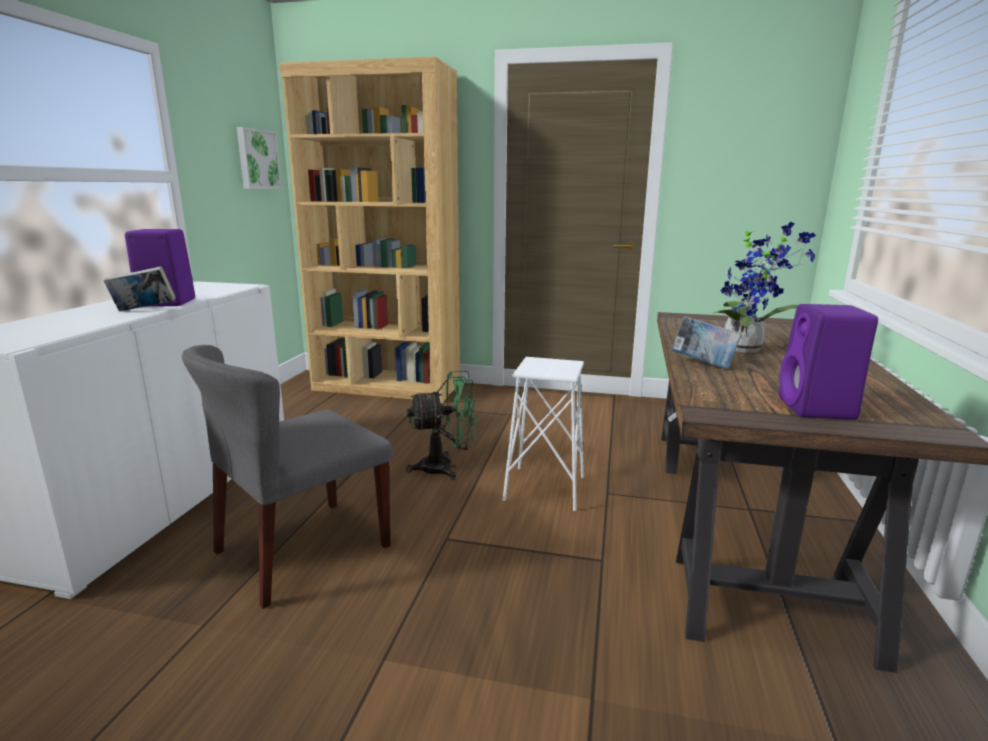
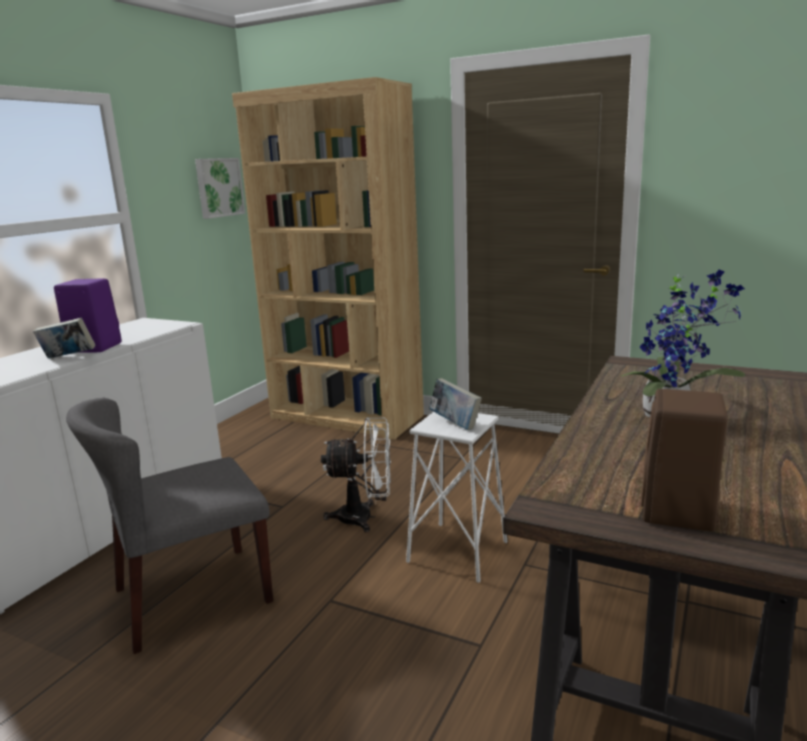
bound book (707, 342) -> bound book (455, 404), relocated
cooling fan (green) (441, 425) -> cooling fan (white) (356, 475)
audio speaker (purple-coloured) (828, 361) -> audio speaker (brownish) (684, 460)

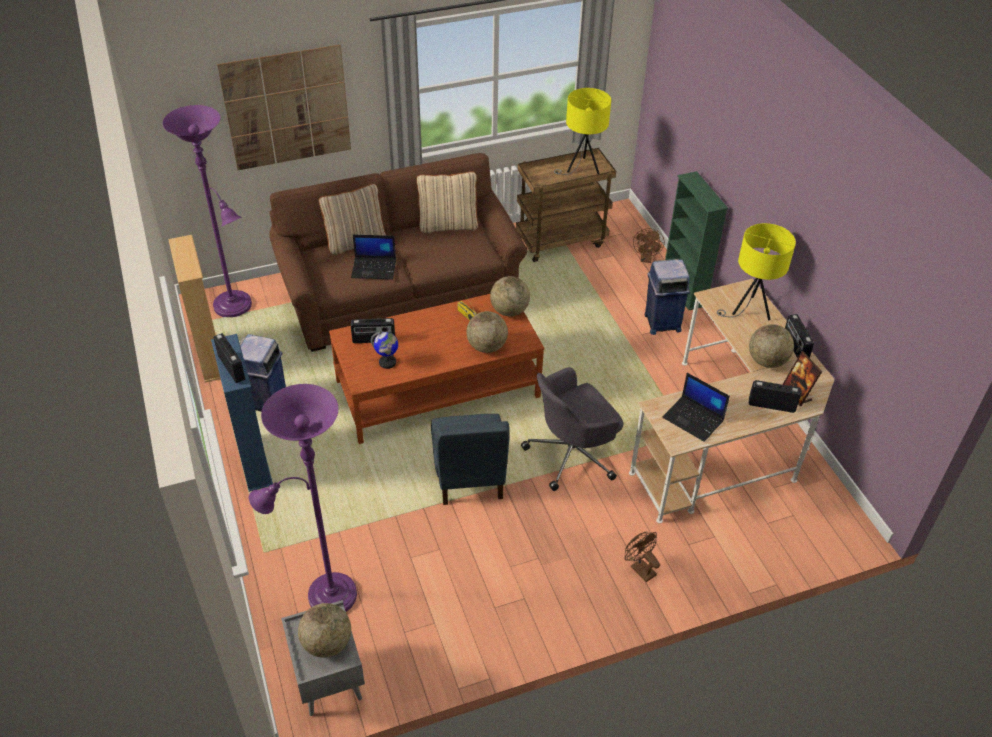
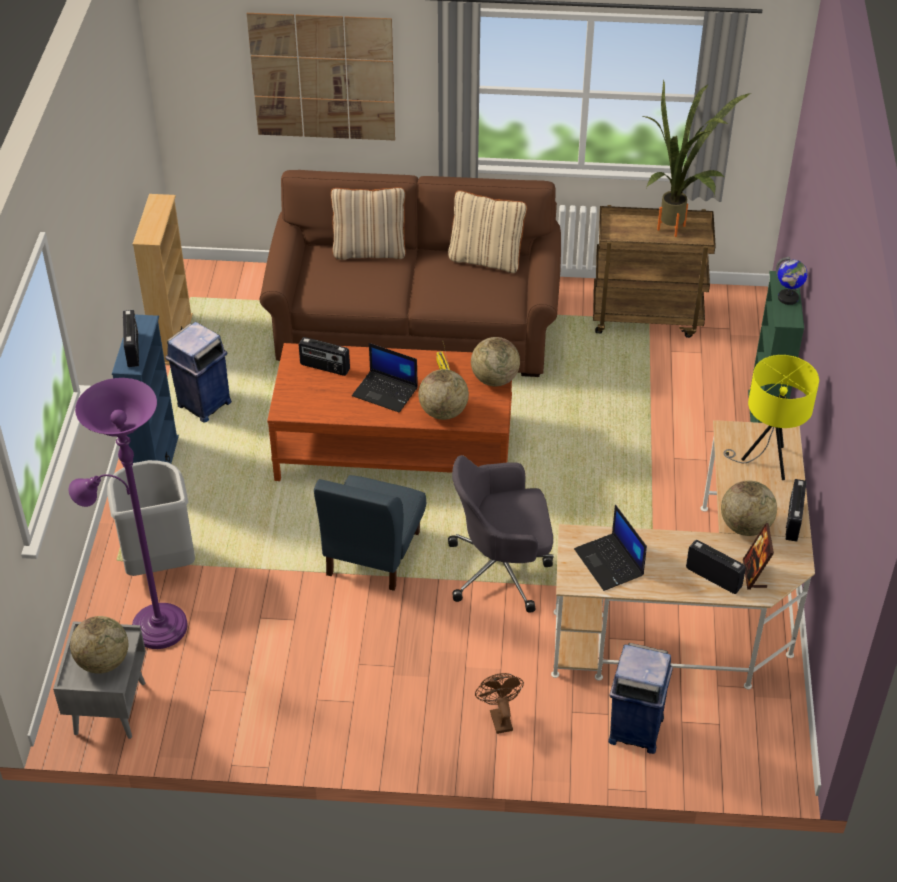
standard lamp (purple-coloured) (207, 211) -> none
cooling fan (brownish) (649, 245) -> none
none -> trash can (gray) (151, 518)
laptop (373, 257) -> laptop (385, 378), relocated
globe (384, 350) -> globe (792, 281), relocated
trash can (blue-coloured) (667, 297) -> trash can (blue-coloured) (640, 698), relocated
tabletop lamp (yellow-coloured) (582, 131) -> houseplant (697, 158)

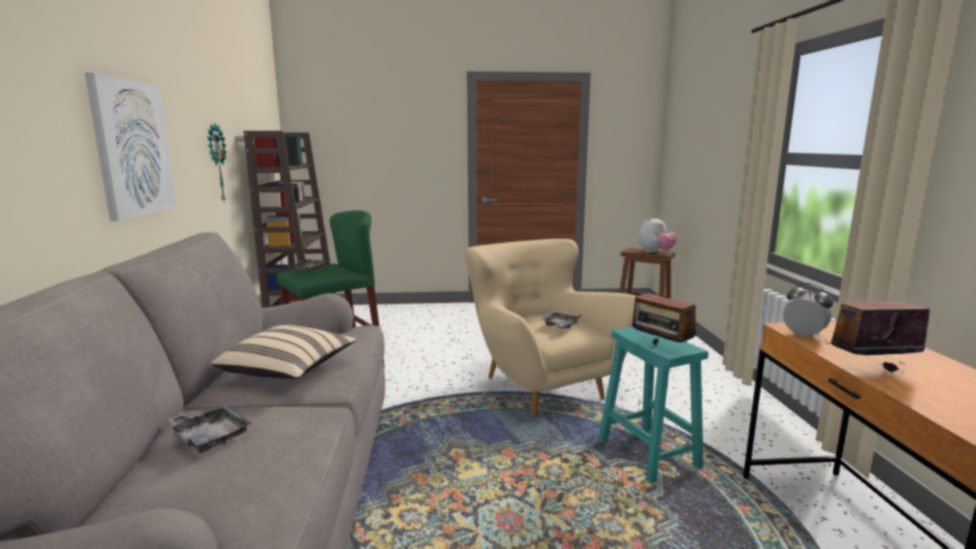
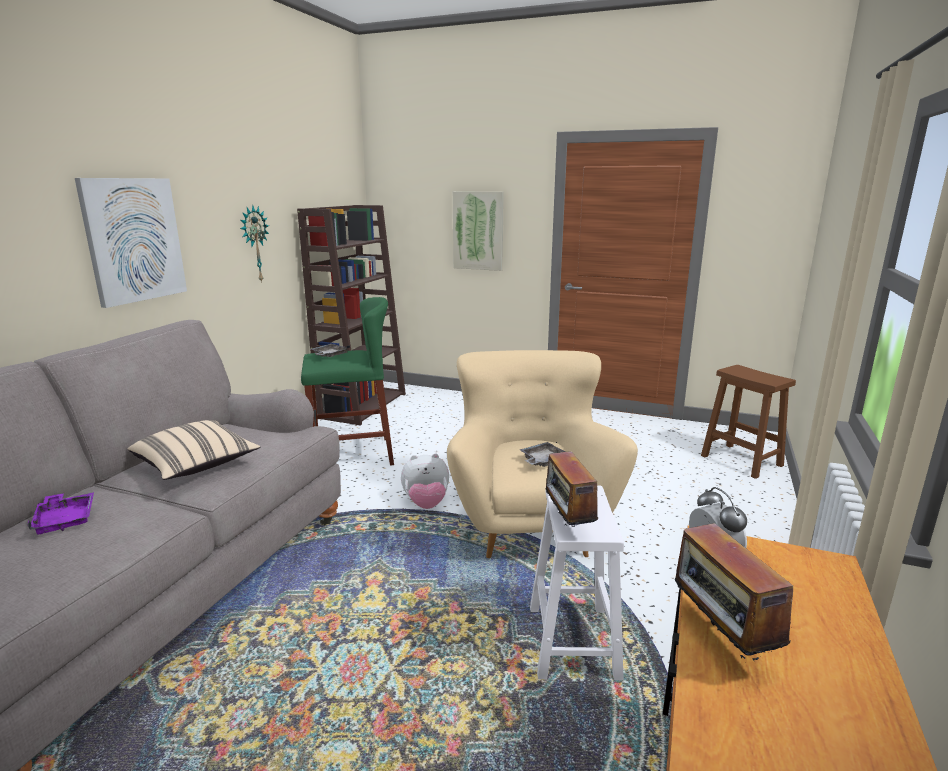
none -> picture (478, 231)
plush toy (657, 235) -> plush toy (425, 481), relocated
serving tray (gray) (209, 428) -> serving tray (purple-coloured) (60, 513)
stool (turquoise) (653, 405) -> stool (white) (577, 582)
radio set (877, 327) -> radio set (734, 588), 120 degrees counterclockwise

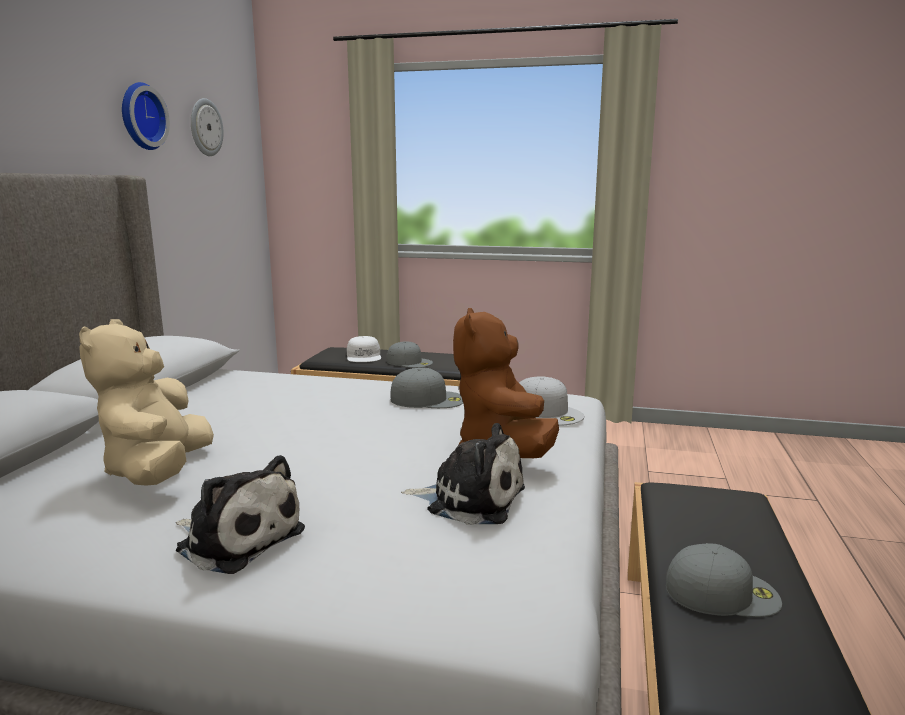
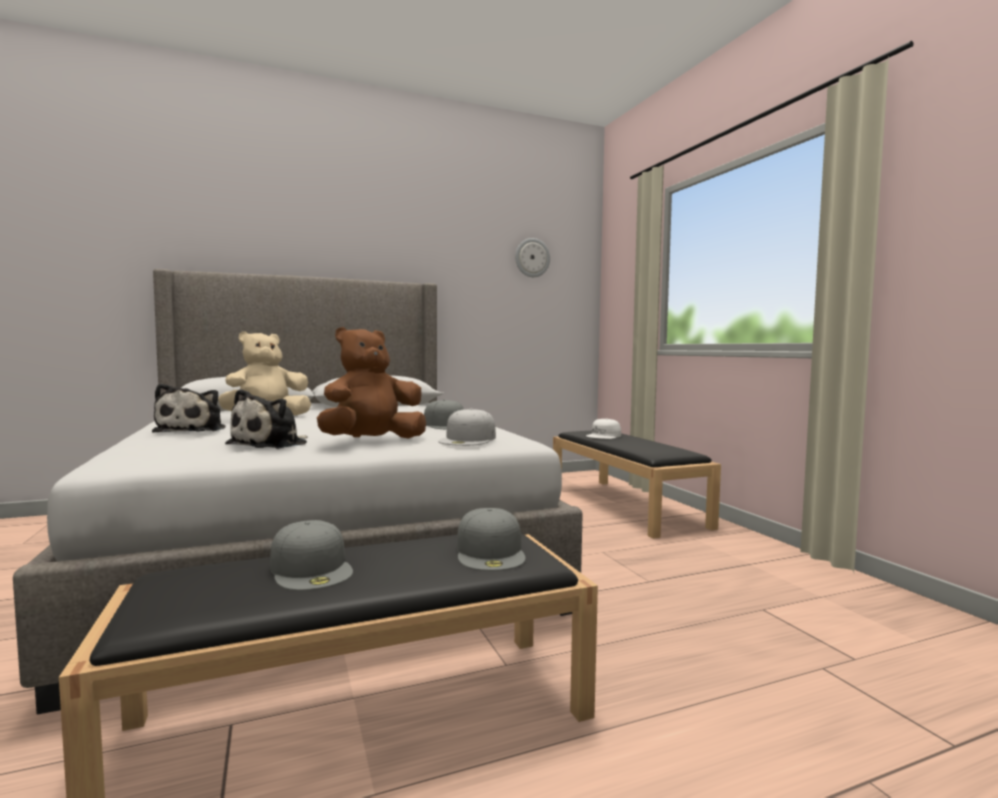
clock on the wall (146, 116) -> none
peaked cap (gray) (410, 355) -> peaked cap (gray) (491, 539), relocated
plush toy (463, 474) -> plush toy (266, 419), 45 degrees clockwise

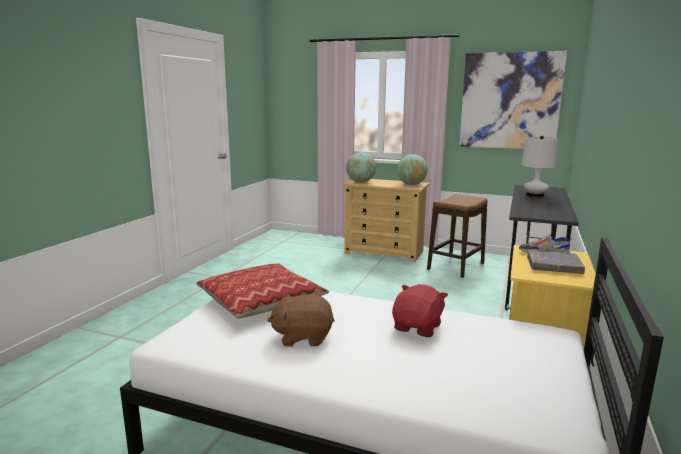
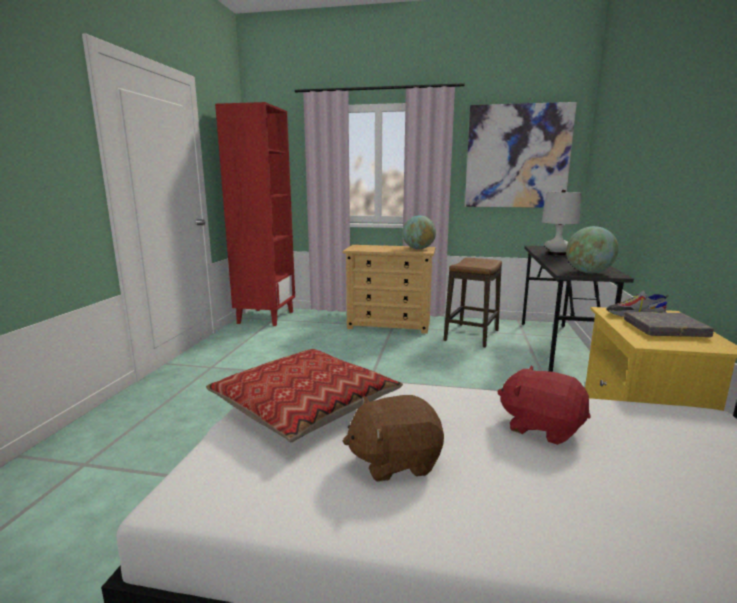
none -> bookcase (red-coloured) (255, 214)
globe (361, 168) -> globe (592, 249), relocated
plush toy (red-coloured) (420, 310) -> plush toy (red-coloured) (544, 405), 75 degrees counterclockwise

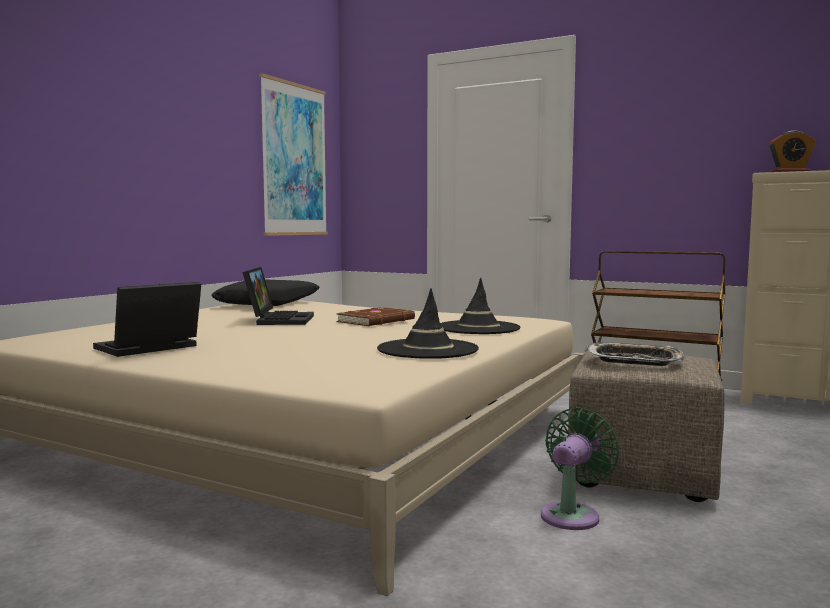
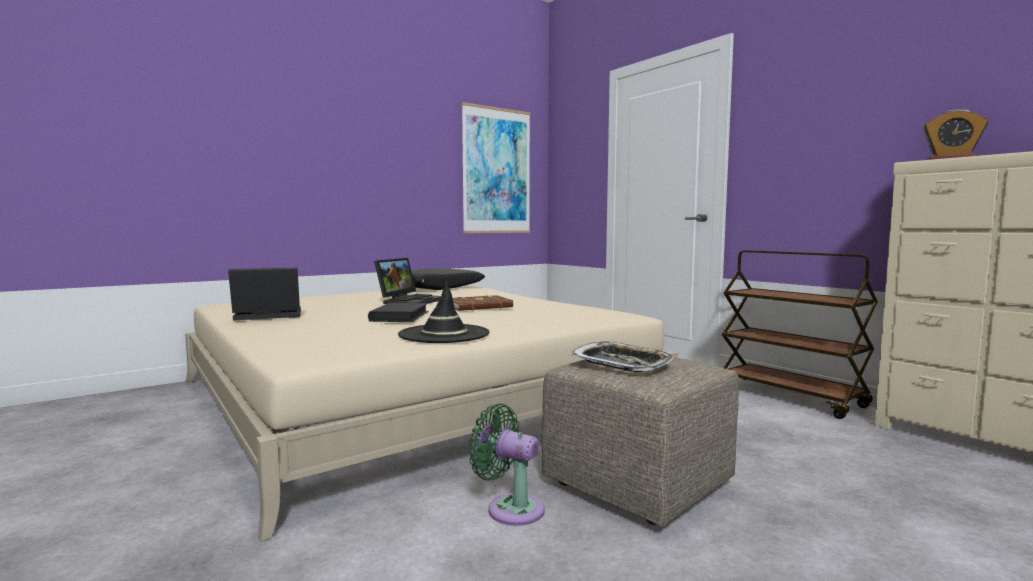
wearable hat (blackish) (480, 305) -> none
none -> bound book (blackish) (398, 312)
cooling fan (green) (580, 468) -> cooling fan (green) (507, 464), 120 degrees counterclockwise

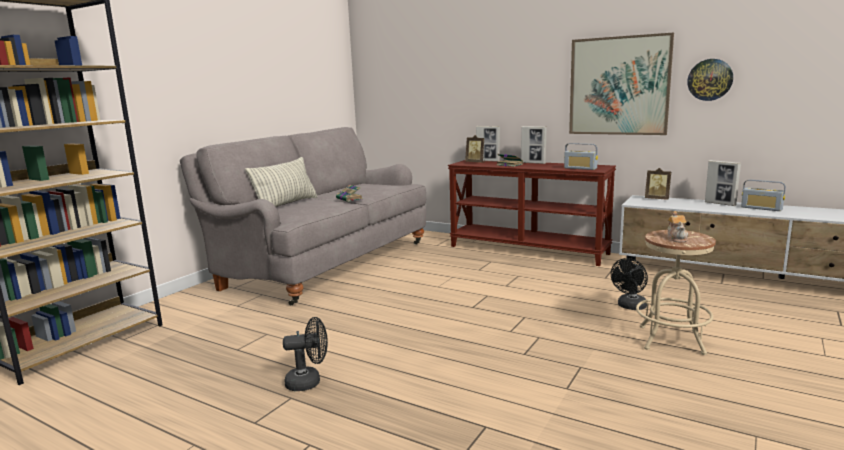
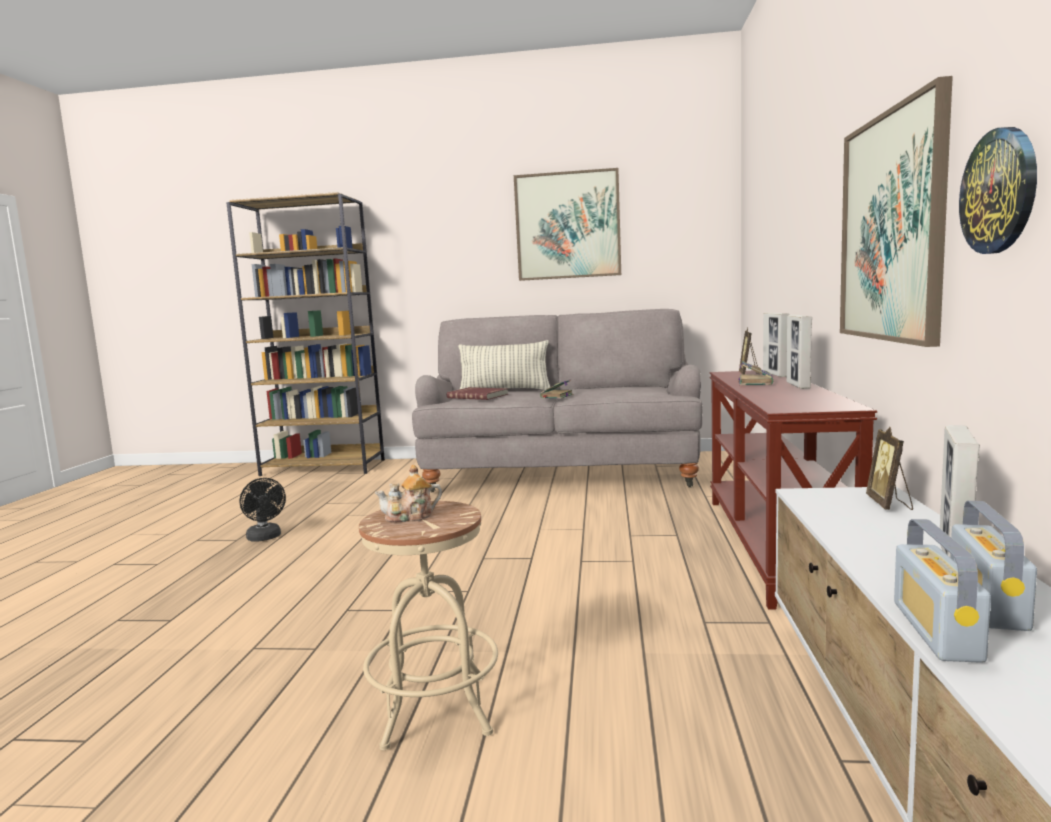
cooling fan (blackish) (629, 284) -> none
none -> bound book (red-coloured) (477, 393)
none -> picture (567, 224)
radio set (581, 156) -> radio set (942, 591), relocated

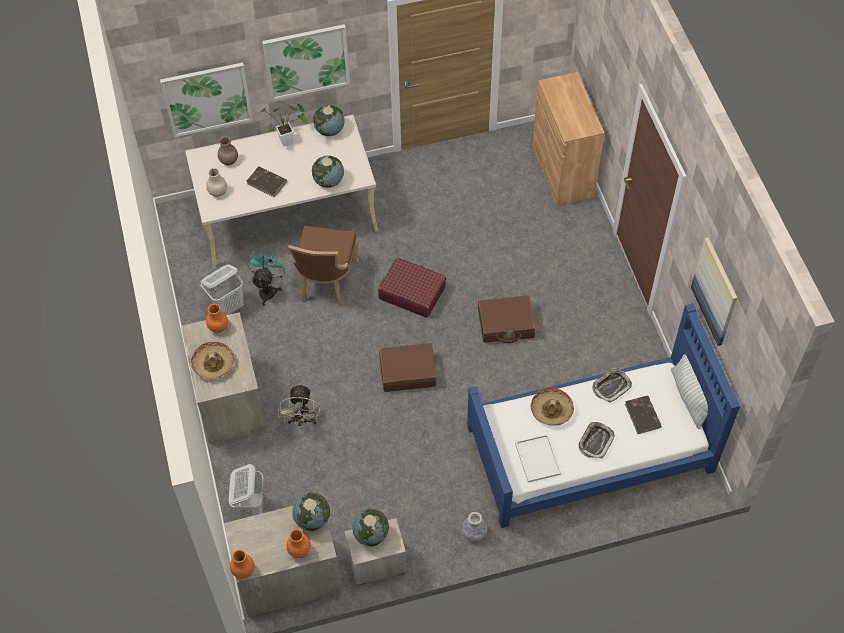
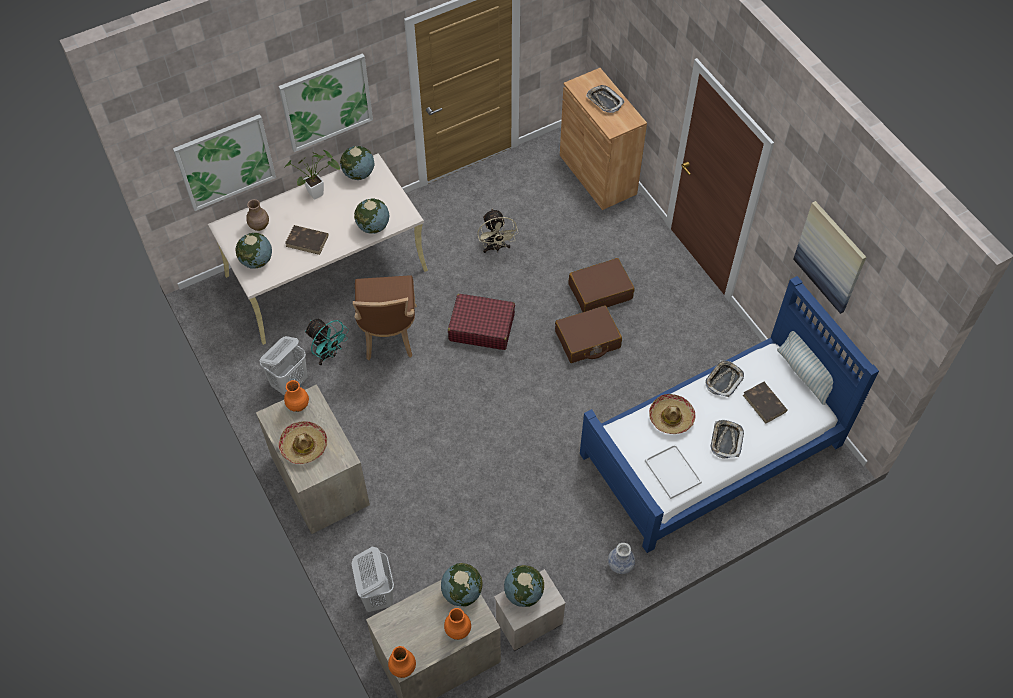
none -> serving tray (605, 99)
cooling fan (beige) (299, 405) -> cooling fan (beige) (497, 230), relocated
travel case (brownish) (408, 367) -> travel case (brownish) (601, 285), relocated
flower vase (beige) (216, 182) -> globe (254, 251)
cooling fan (turquoise) (267, 277) -> cooling fan (turquoise) (327, 342), 135 degrees clockwise

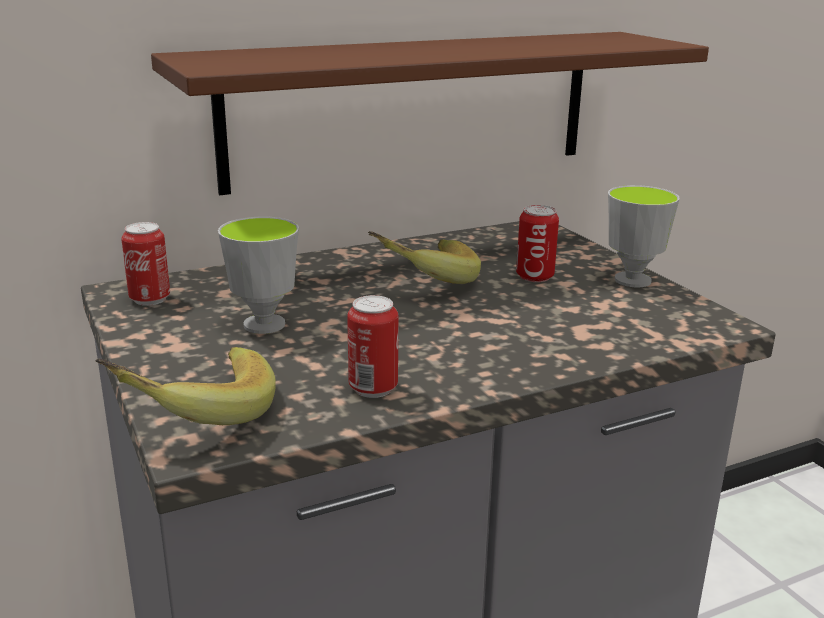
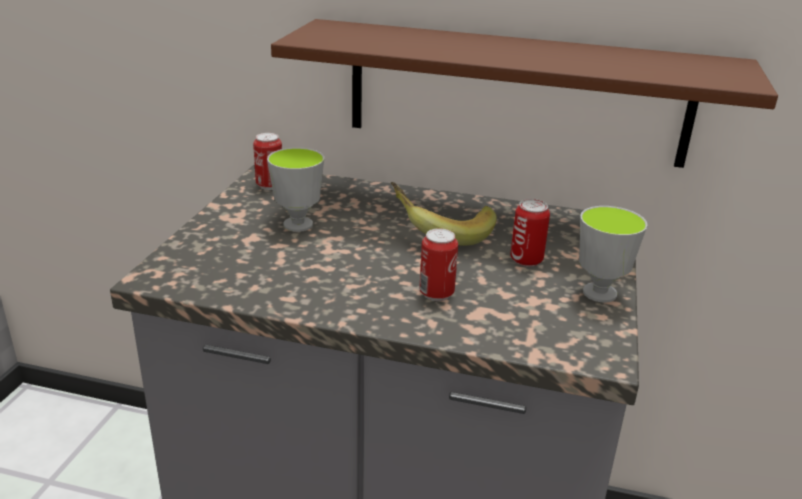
whole banana (185, 386) -> none
can (372, 346) -> can (438, 264), relocated

